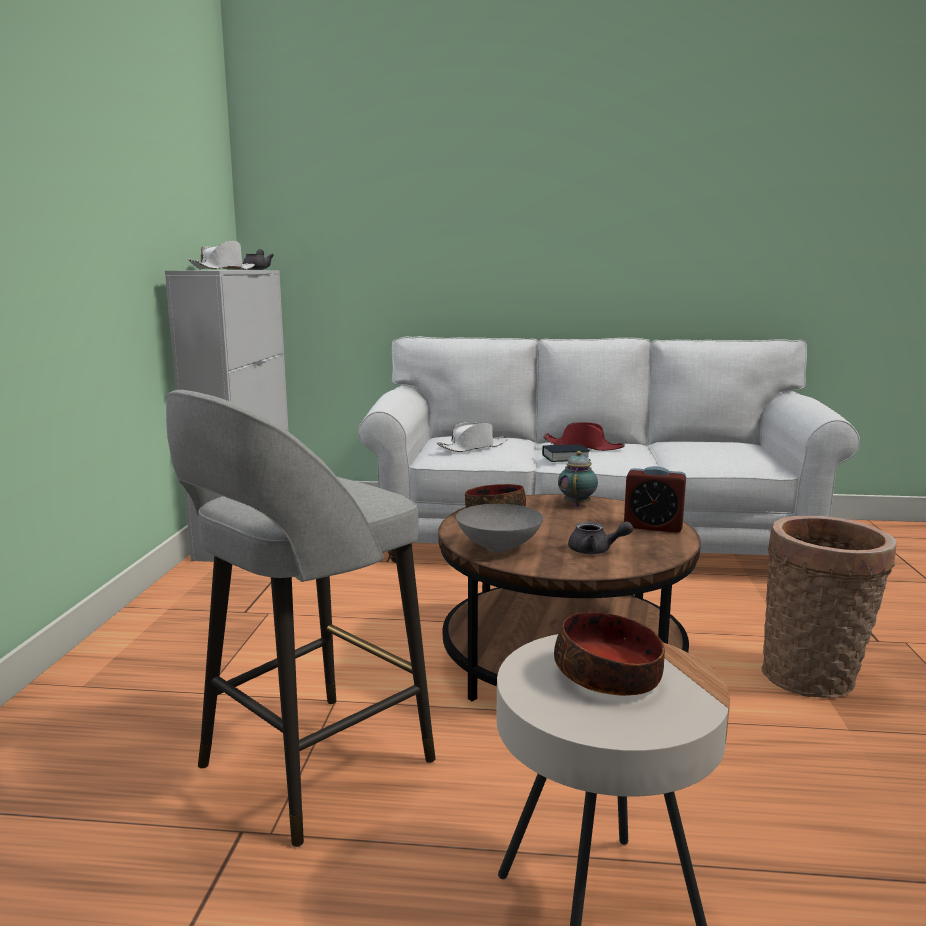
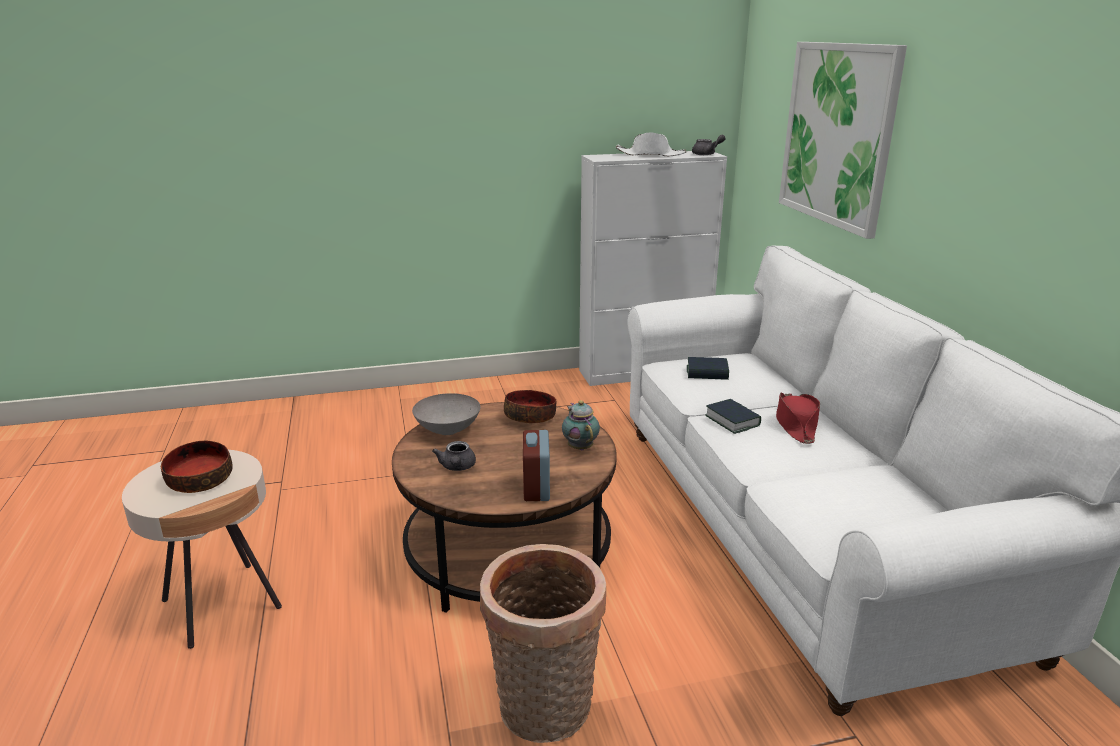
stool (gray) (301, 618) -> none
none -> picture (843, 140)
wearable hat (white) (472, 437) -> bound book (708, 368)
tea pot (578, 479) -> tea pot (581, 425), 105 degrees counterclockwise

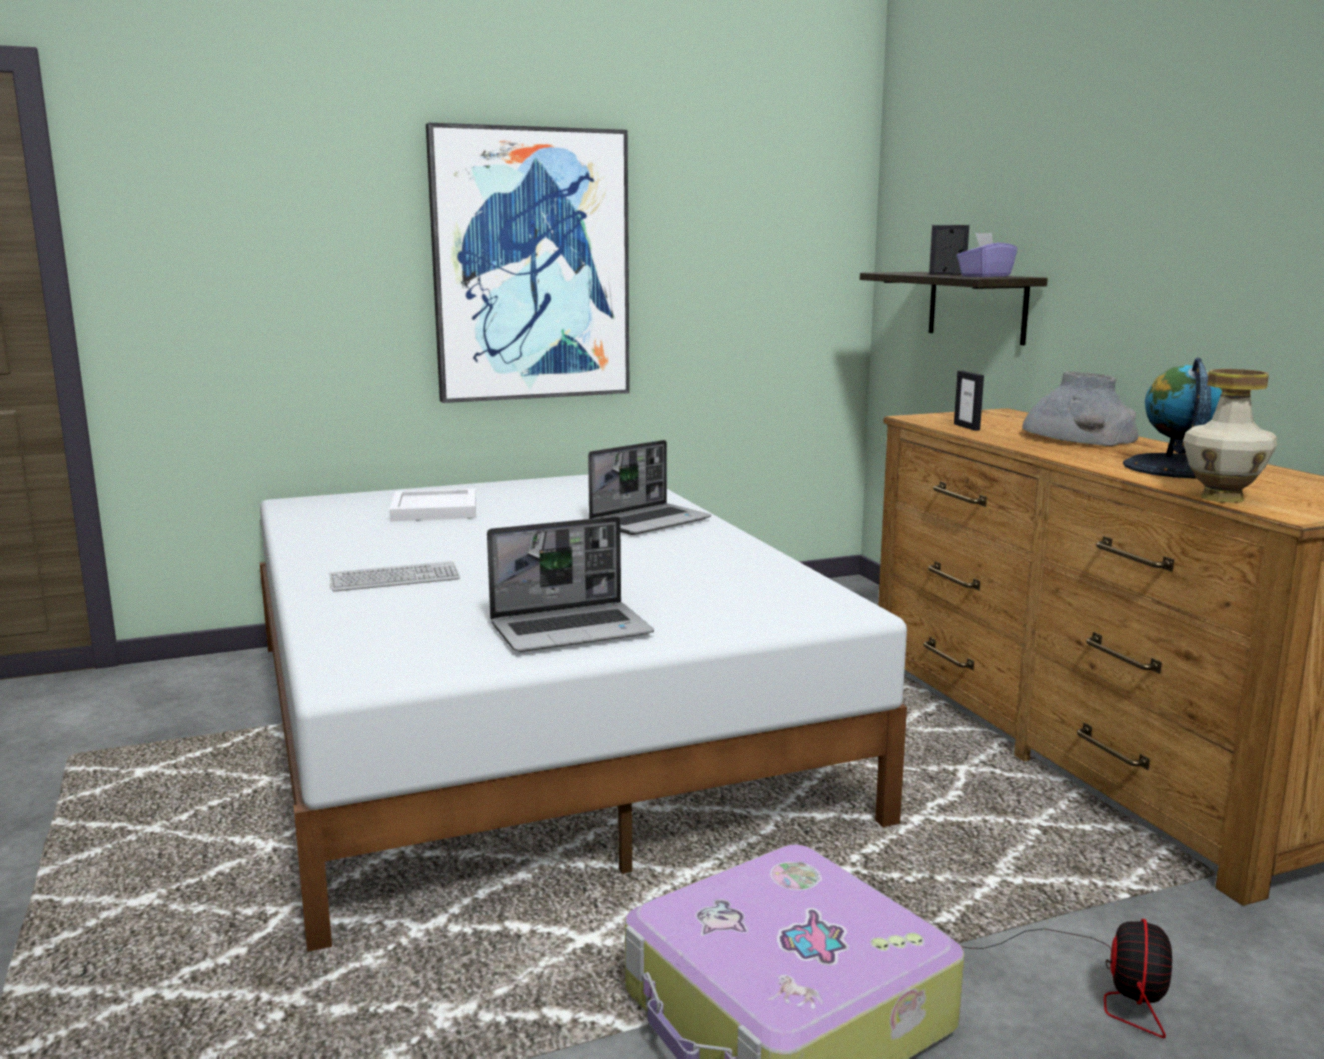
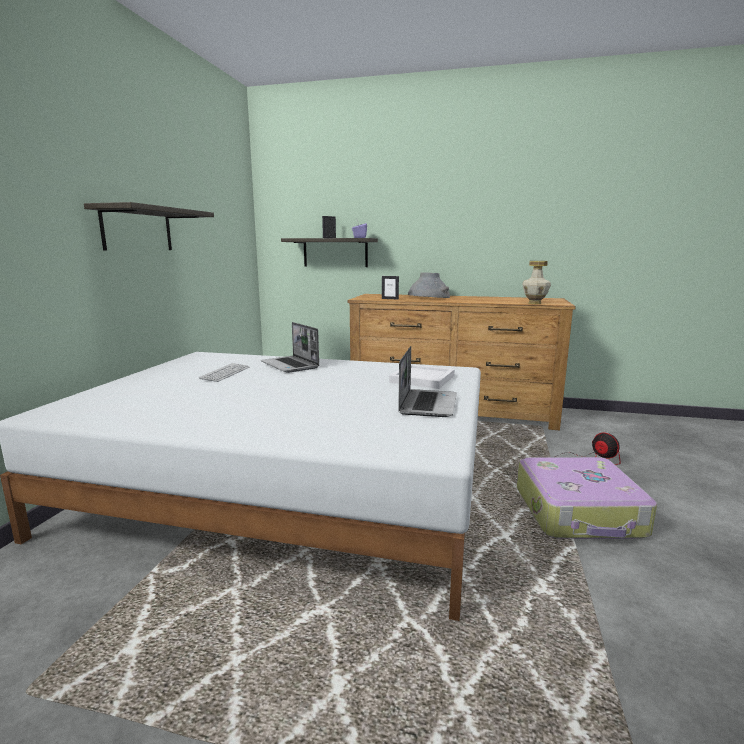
globe (1172, 418) -> none
PC keyboard (394, 576) -> PC keyboard (224, 372), relocated
serving tray (white) (432, 504) -> serving tray (white) (422, 376), relocated
picture (528, 263) -> shelf (149, 226)
laptop (649, 487) -> laptop (290, 347), 150 degrees clockwise

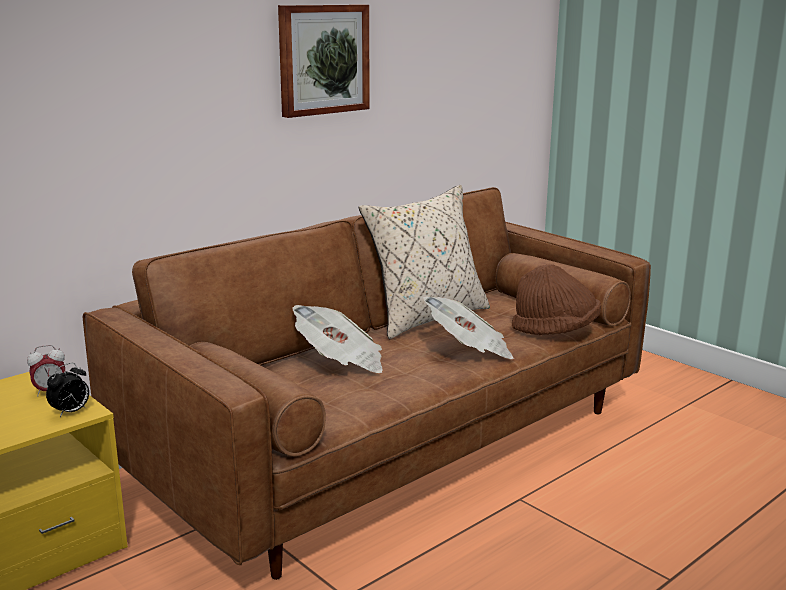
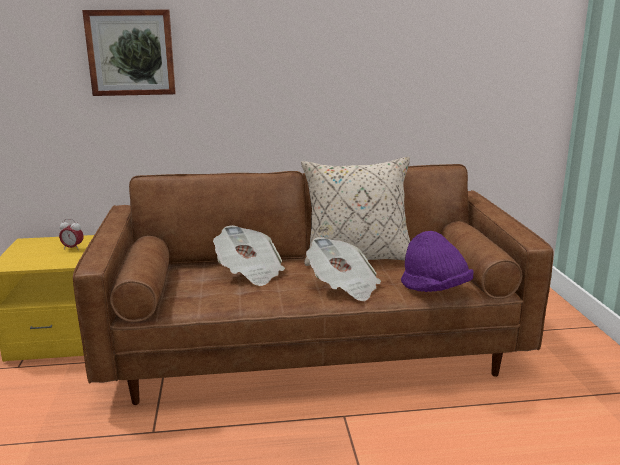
alarm clock (67, 390) -> none
picture (324, 61) -> picture (129, 53), relocated
wearable hat (brownish) (556, 299) -> wearable hat (purple-coloured) (437, 261)

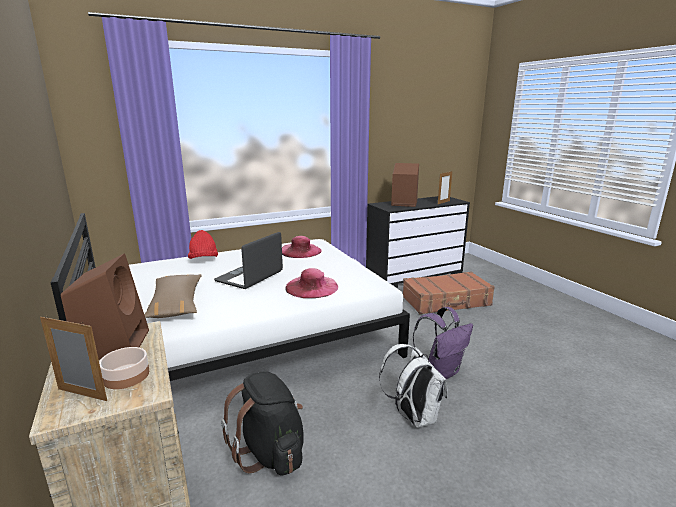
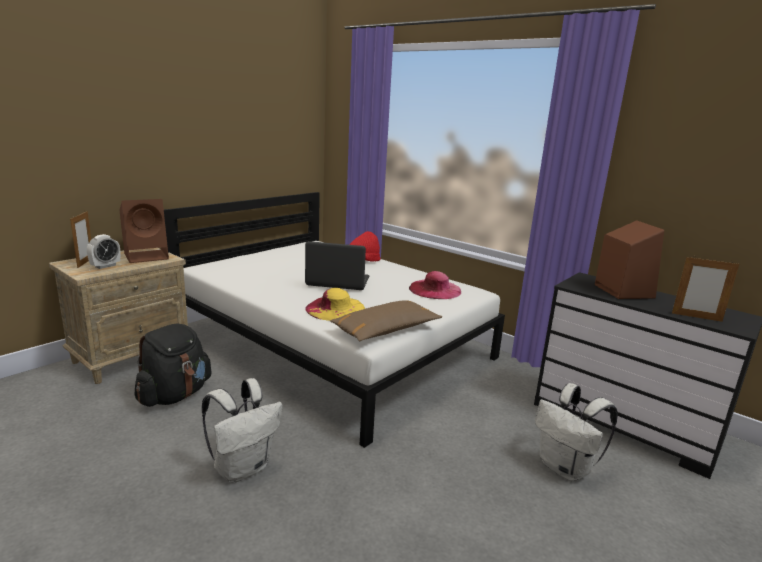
backpack (purple-coloured) (442, 343) -> none
cushion (brownish) (173, 296) -> cushion (brownish) (386, 320), relocated
deep dish (124, 368) -> alarm clock (104, 251)
travel case (brownish) (449, 292) -> backpack (white) (576, 432)
wearable hat (pink) (311, 283) -> wearable hat (yellow-coloured) (335, 304)

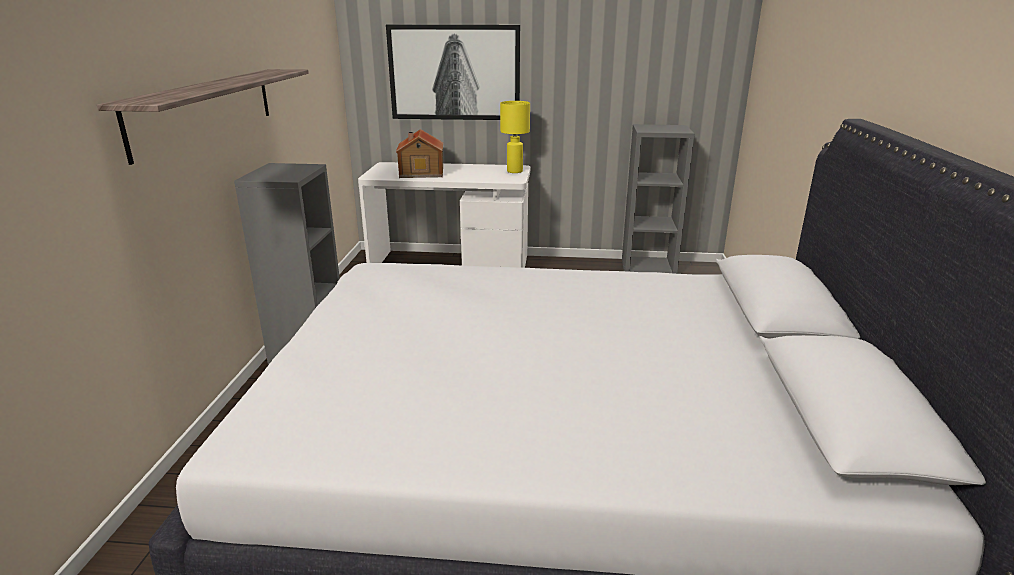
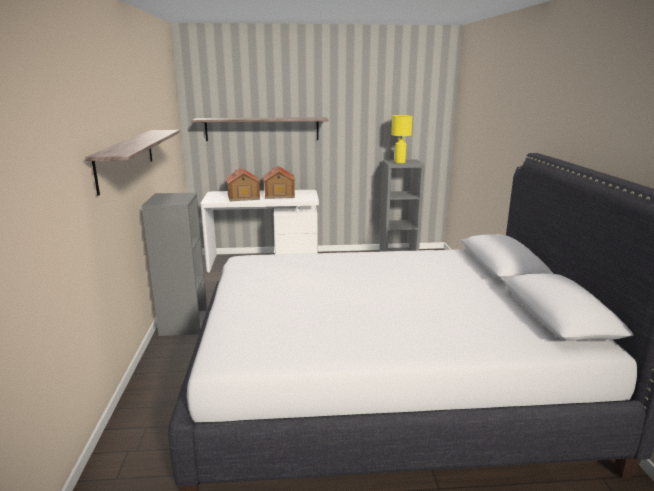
none -> model house (279, 182)
tabletop lamp (yellow-coloured) (515, 137) -> tabletop lamp (yellow-coloured) (402, 139), relocated
picture (453, 72) -> shelf (260, 129)

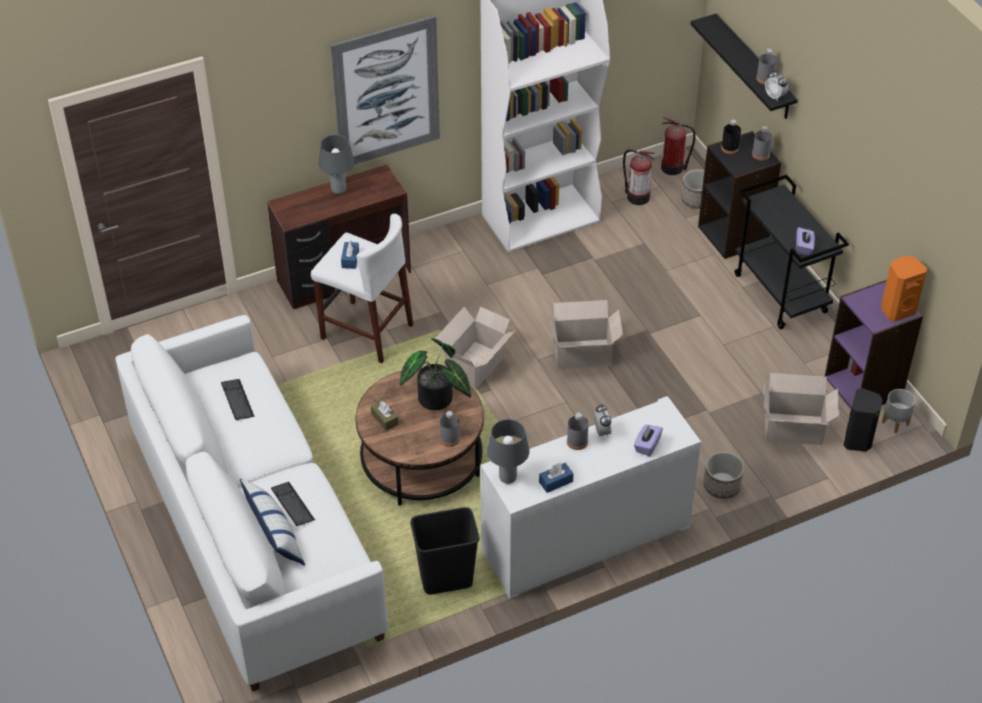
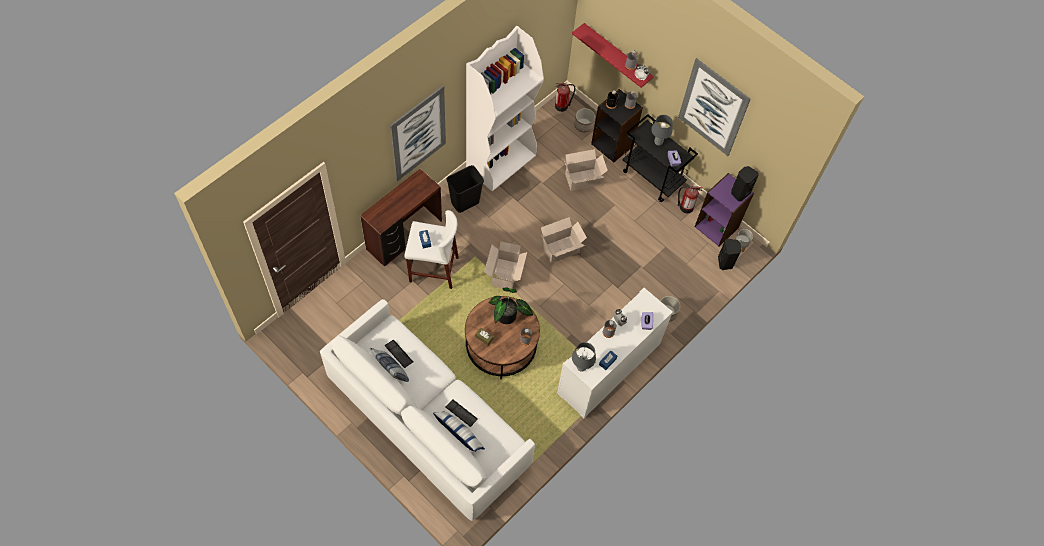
none -> cushion (389, 365)
none -> picture (714, 107)
tabletop lamp (gray) (336, 164) -> tabletop lamp (gray) (662, 130), relocated
trash can (blackish) (444, 551) -> trash can (blackish) (465, 189), relocated
fire extinguisher (639, 177) -> fire extinguisher (690, 199), relocated
carton (801, 409) -> carton (586, 170), relocated
shelf (blackish) (744, 66) -> shelf (red-coloured) (613, 55)
audio speaker (orangey) (904, 289) -> audio speaker (blackish) (745, 183)

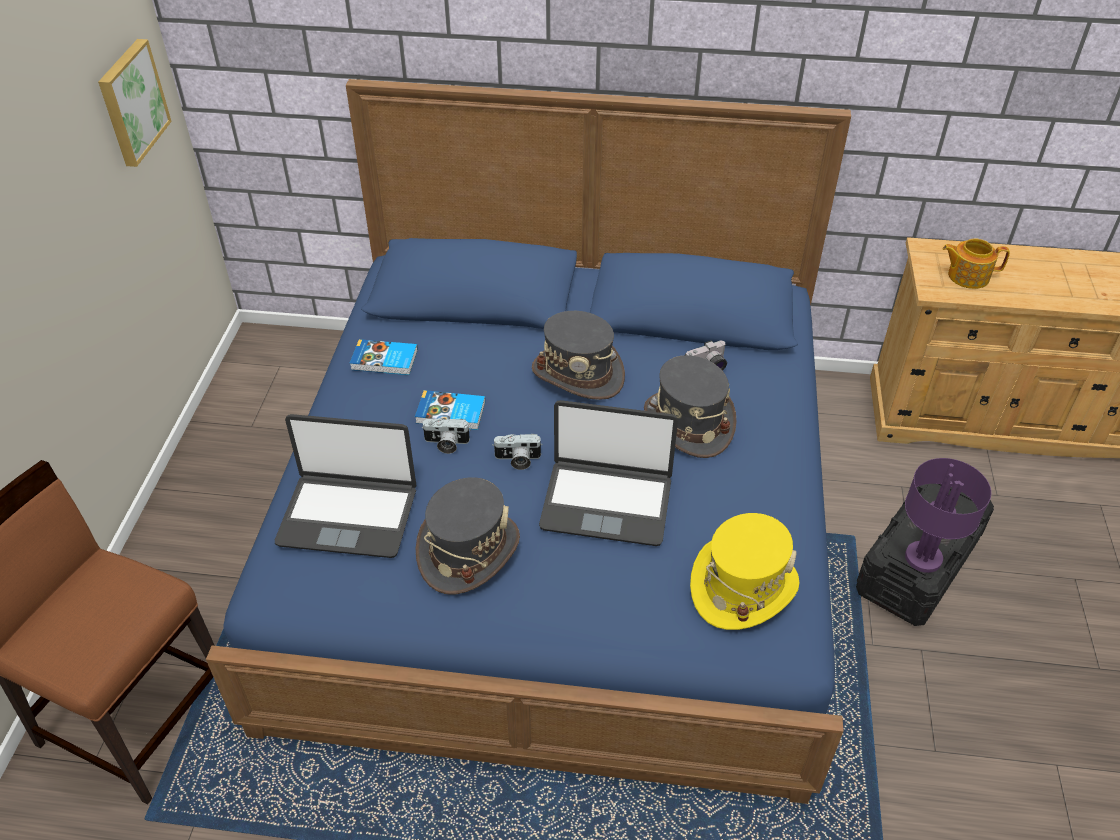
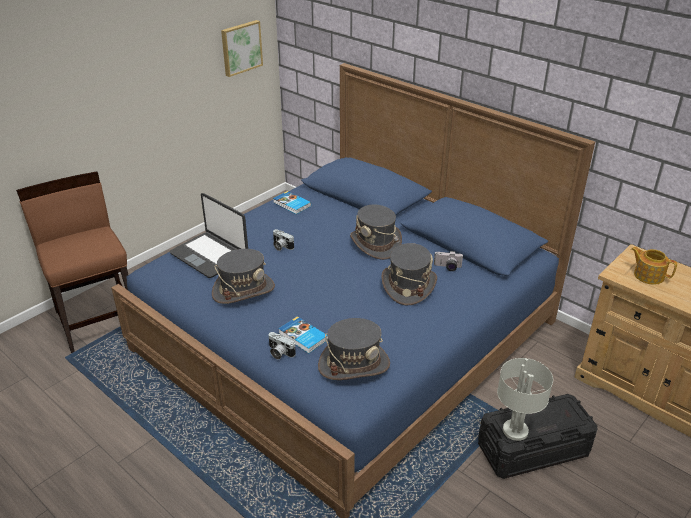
laptop (608, 473) -> none
bound book (450, 410) -> bound book (303, 334), relocated
photo camera (517, 452) -> photo camera (282, 346), relocated
wearable hat (yellow-coloured) (744, 571) -> wearable hat (gray) (354, 349)
tabletop lamp (purple-coloured) (948, 515) -> tabletop lamp (gray) (525, 399)

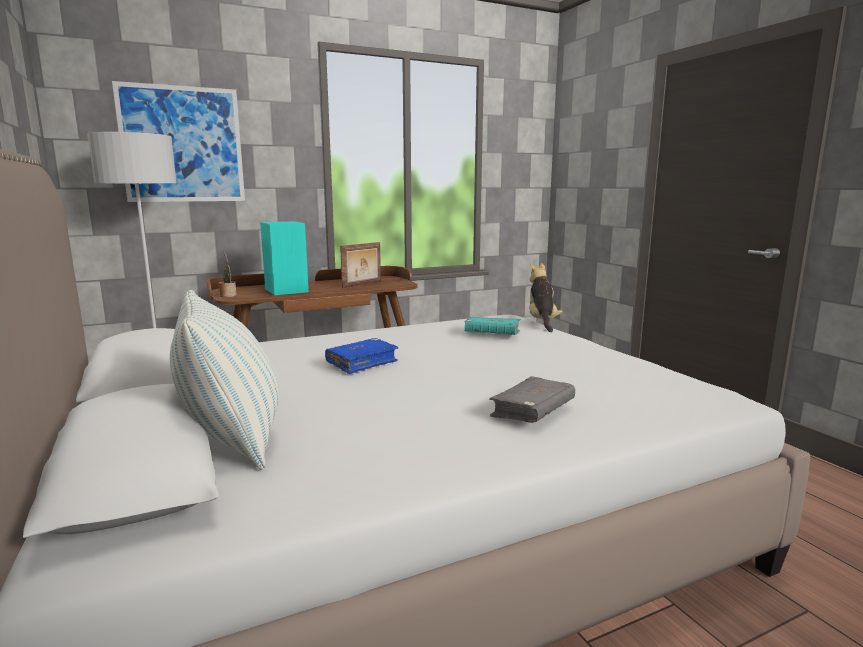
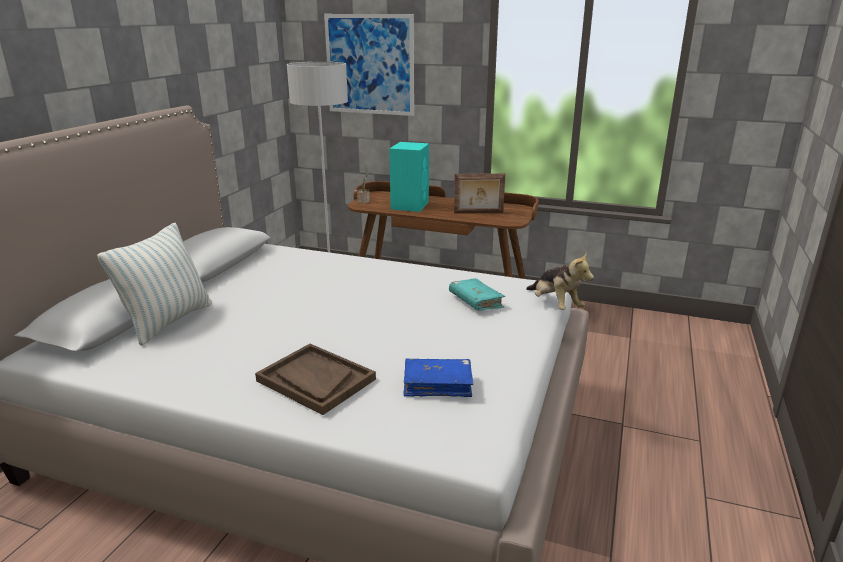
bound book (blue-coloured) (361, 356) -> bound book (blue-coloured) (438, 378), relocated
bound book (gray) (532, 399) -> serving tray (brownish) (315, 379)
plush toy (546, 297) -> plush toy (560, 281), 105 degrees clockwise

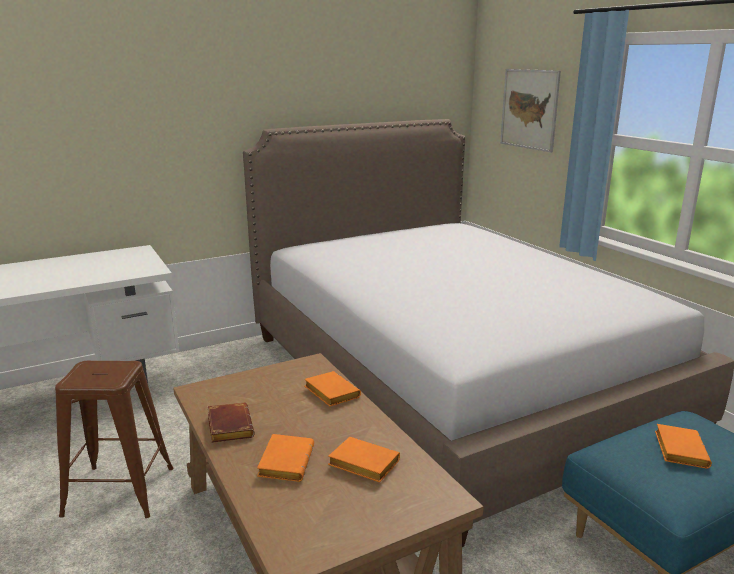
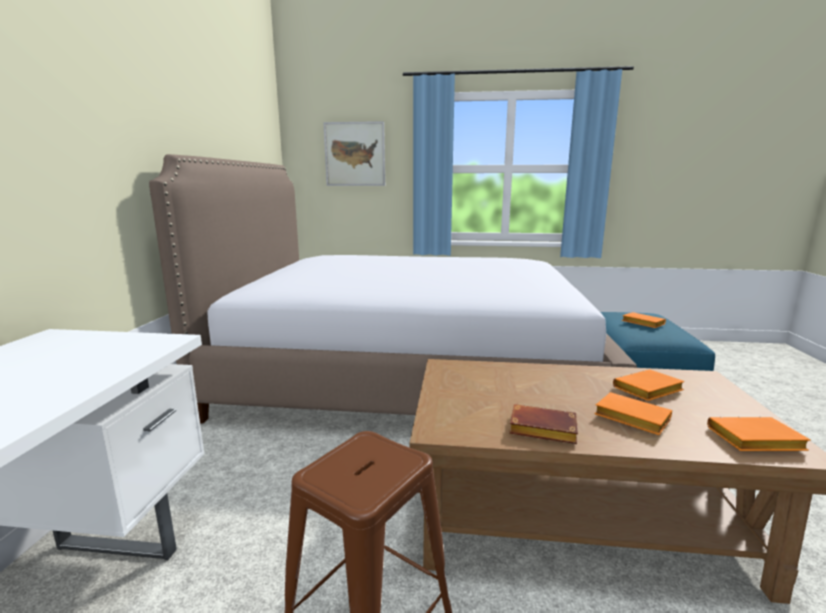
bound book (orangey) (332, 389) -> bound book (orangey) (759, 434), relocated

